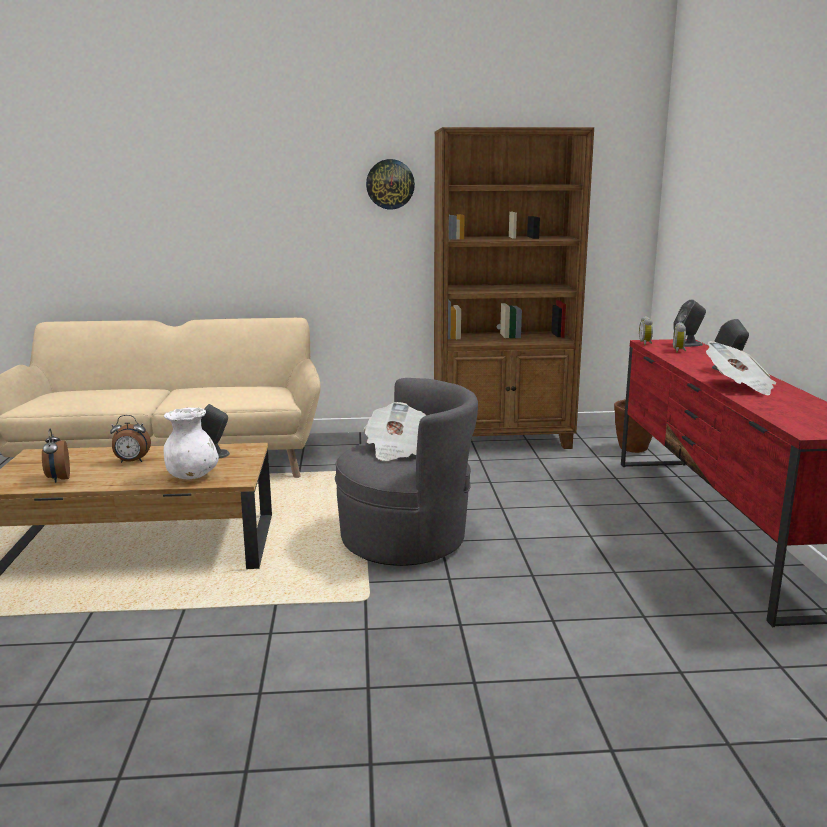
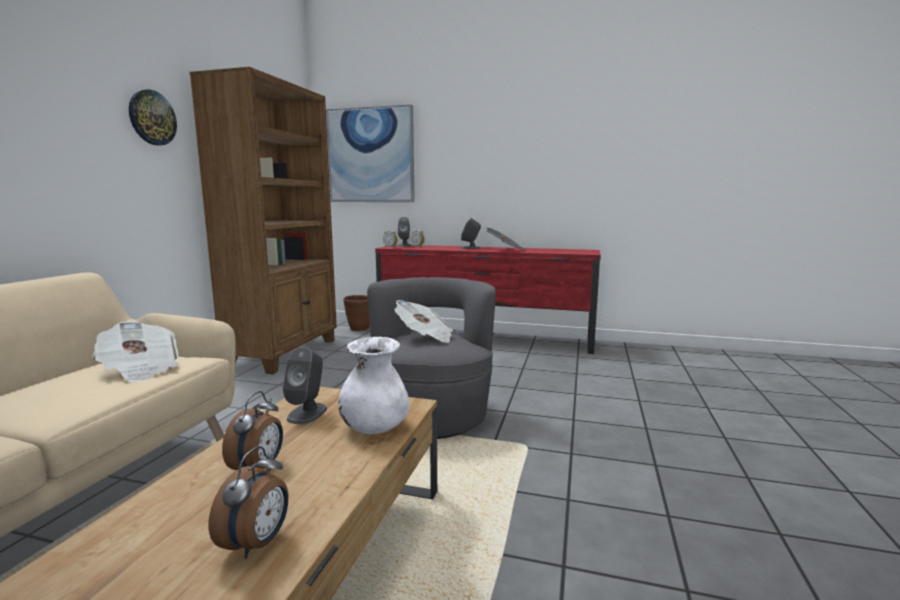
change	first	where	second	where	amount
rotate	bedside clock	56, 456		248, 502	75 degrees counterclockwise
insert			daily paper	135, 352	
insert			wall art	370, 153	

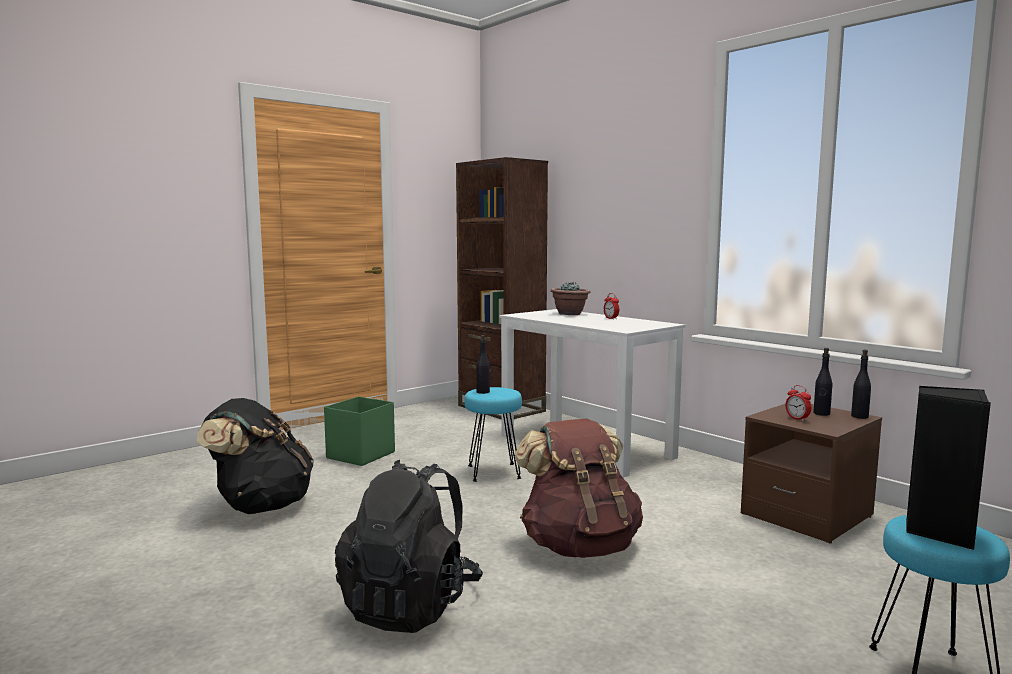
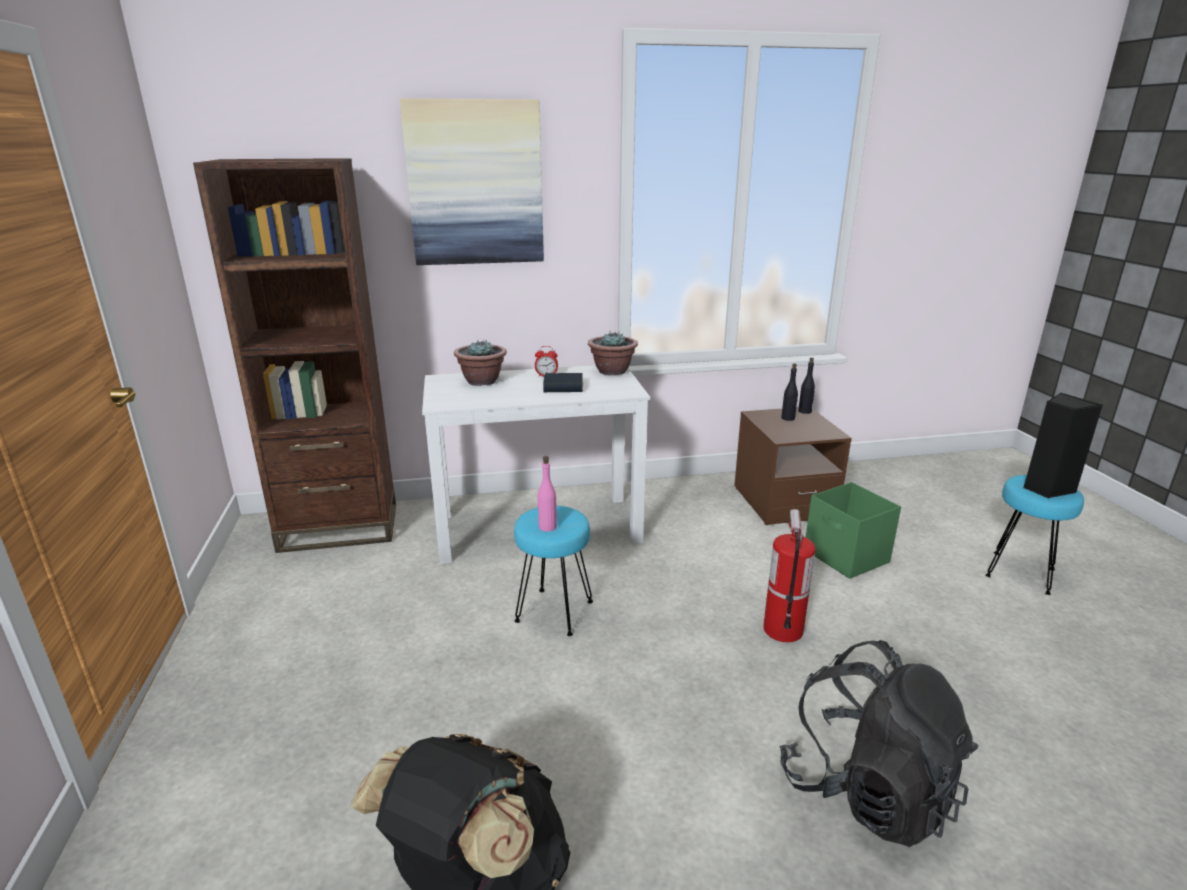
change	first	where	second	where	amount
move	green storage bin	359, 431		853, 530	
recolor	blackish beverage bottle	483, 364	pinkish beverage bottle	547, 494	
replace	brown-coloured backpack	579, 488	fire-fighting cylinder	789, 575	
delete	bedside clock	798, 403			
insert			wall art	472, 181	
insert			book	563, 382	
insert			houseplant	613, 353	

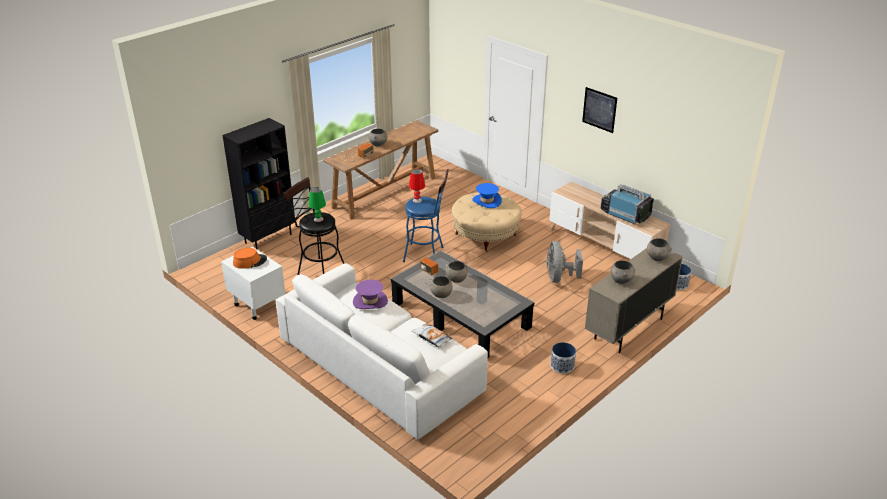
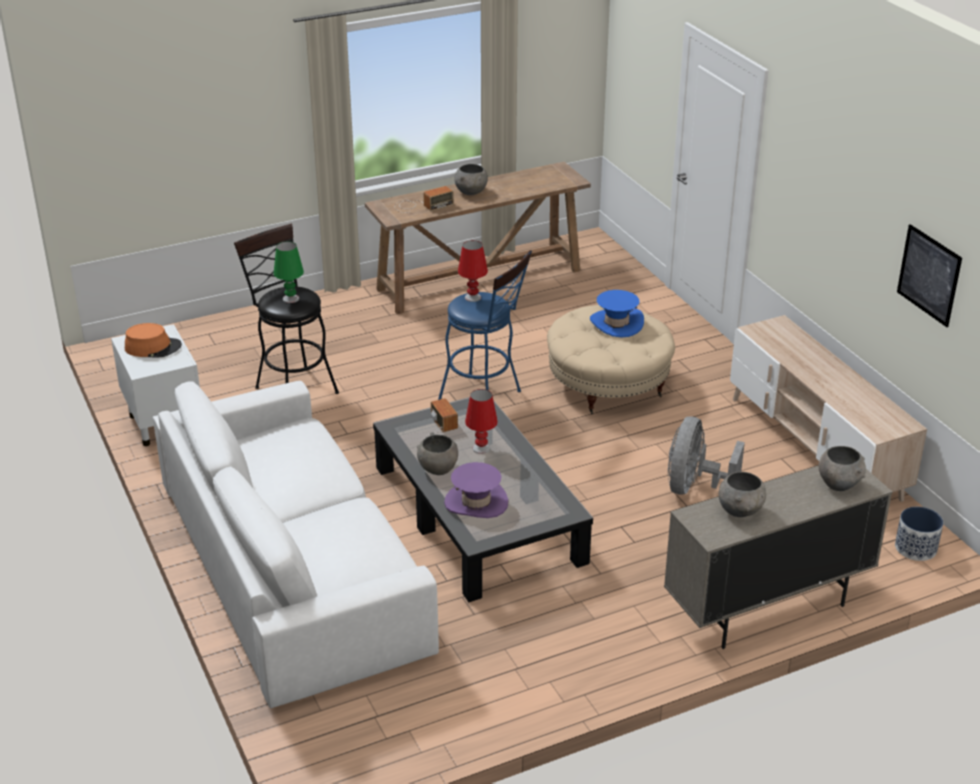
change	first	where	second	where	amount
delete	blackish bookcase	259, 184			
move	purple hat	370, 294		476, 490	
delete	throw pillow	432, 335			
replace	greyish serving bowl	457, 271	red-coloured tabletop lamp	481, 421	
delete	plant pot	563, 358			
move	wall art	599, 110		929, 275	
delete	television	627, 204			

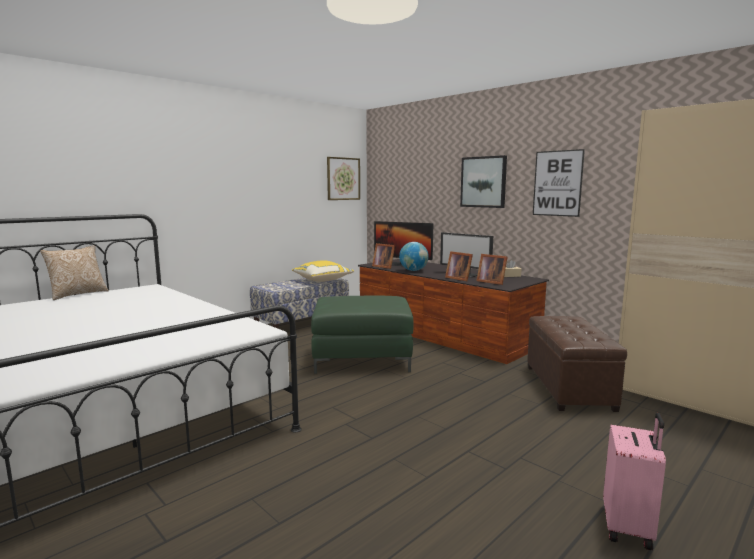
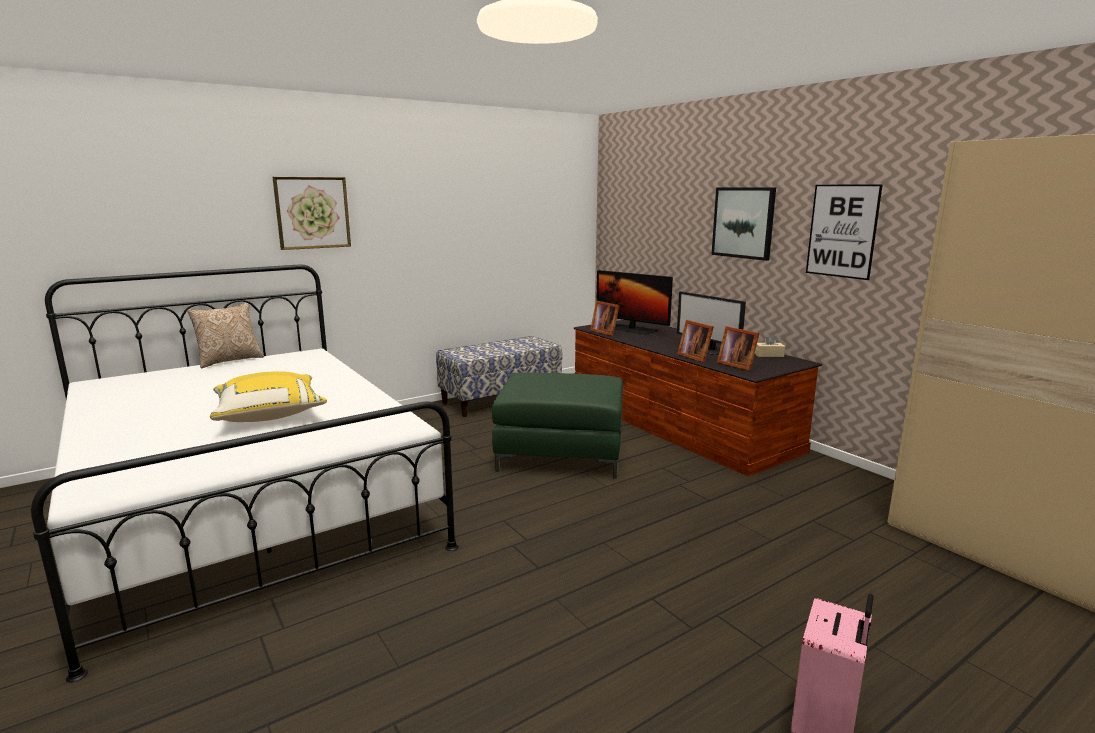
change	first	where	second	where	amount
move	yellow throw pillow	323, 271		268, 396	
move	wall art	343, 178		312, 213	
delete	globe	414, 256			
delete	brown-coloured ottoman	577, 364			

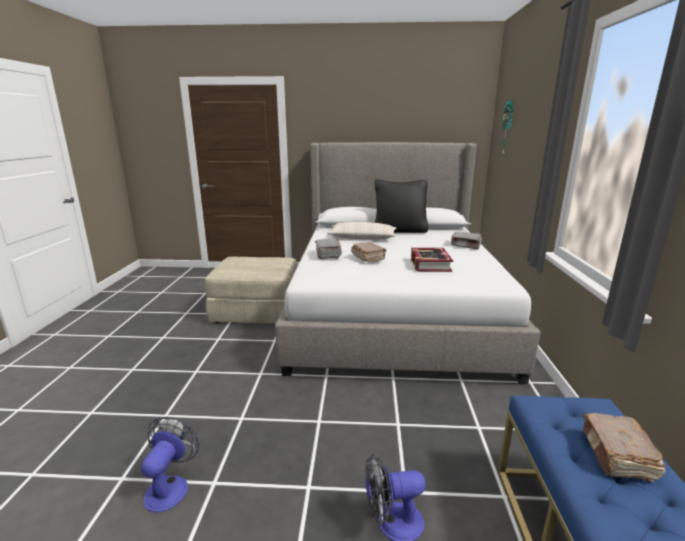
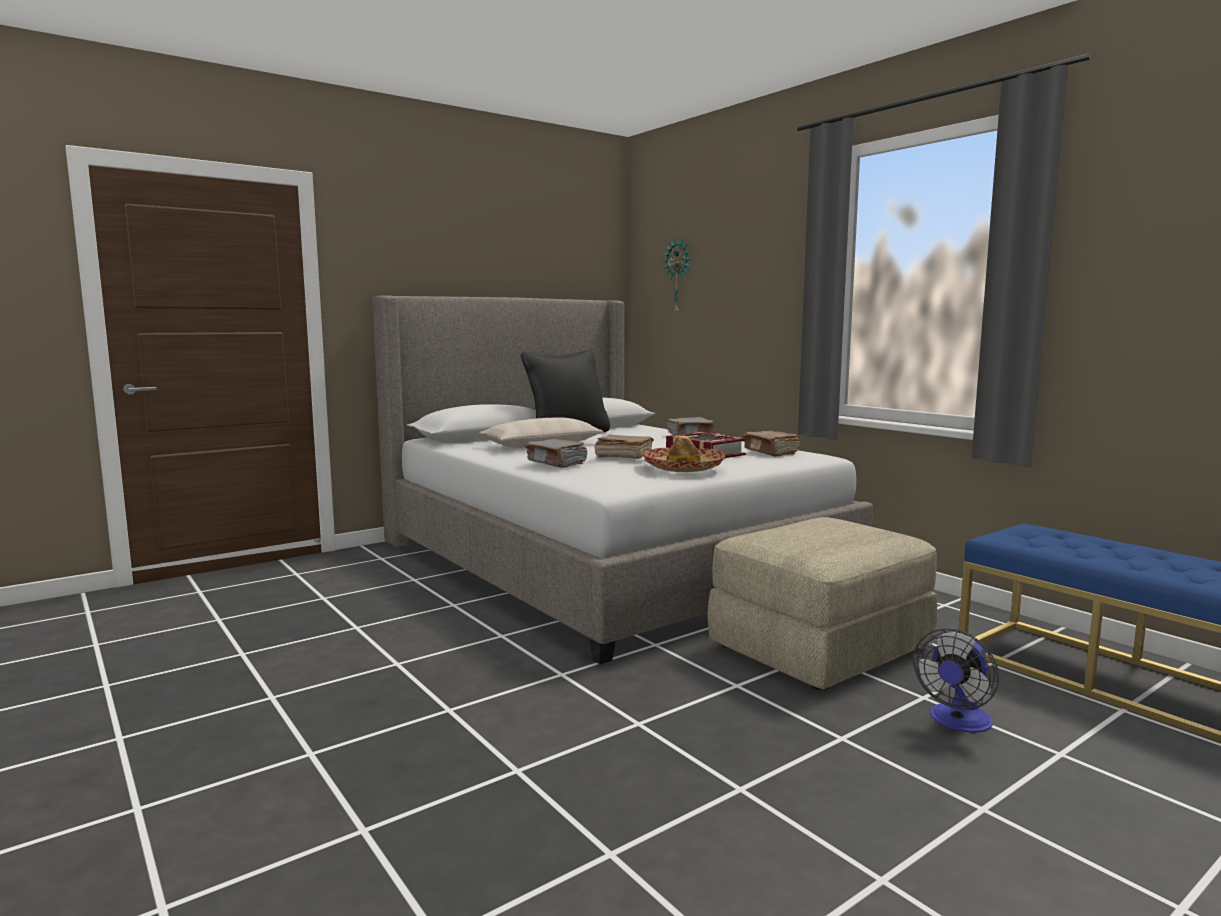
change	first	where	second	where	amount
delete	electric fan	170, 464			
move	beige-coloured ottoman	251, 290		822, 603	
move	brown-coloured book	624, 447		771, 443	
insert			hat	683, 454	

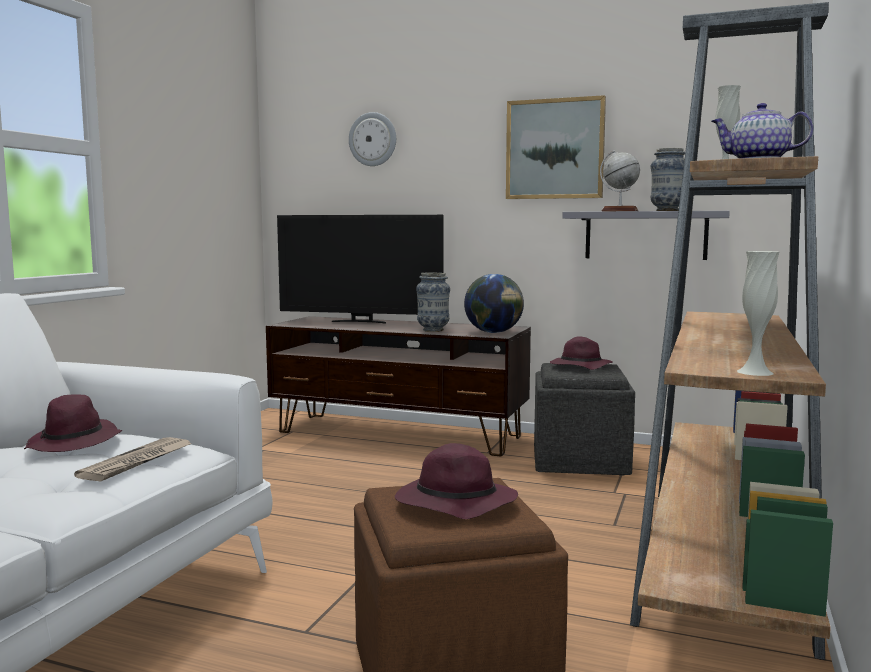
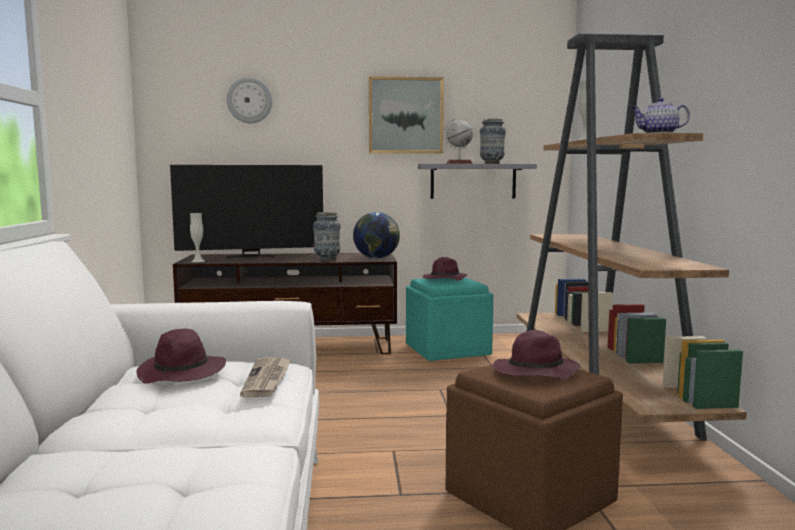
change	first	where	second	where	amount
recolor	greyish ottoman	584, 419	turquoise-coloured ottoman	449, 319	
move	whitish vase	758, 313		197, 237	

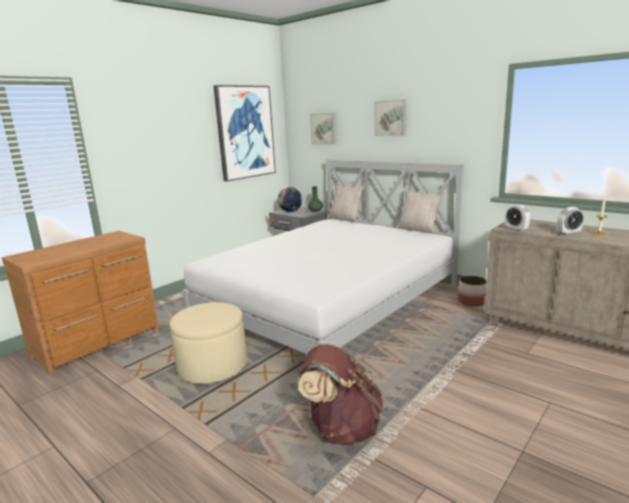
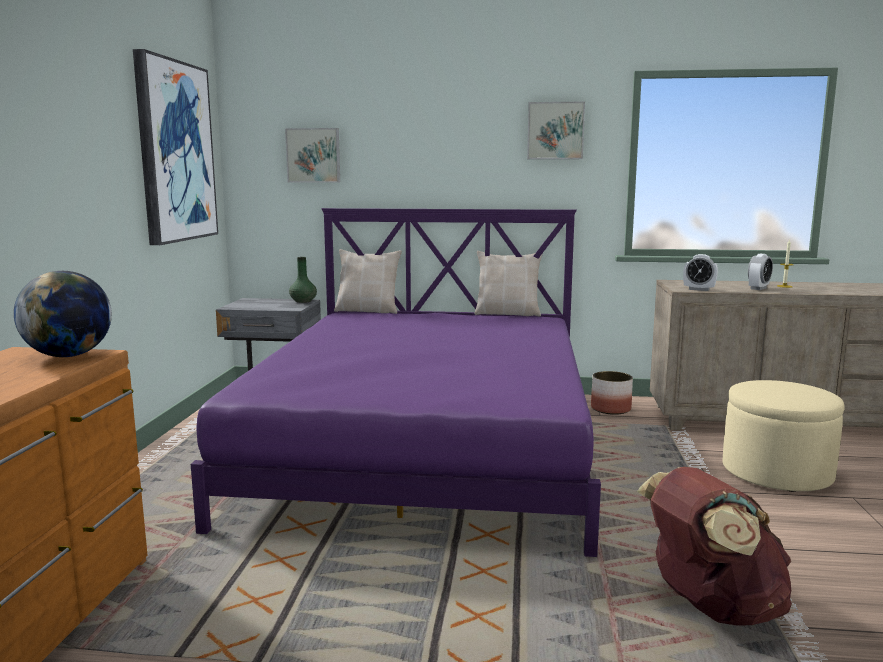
change	first	where	second	where	amount
move	beige-coloured ottoman	208, 343		784, 436	
recolor	whitish bedroom bed	323, 256	purple bedroom bed	396, 382	
move	globe	290, 199		63, 314	
move	wall art	390, 118		556, 130	

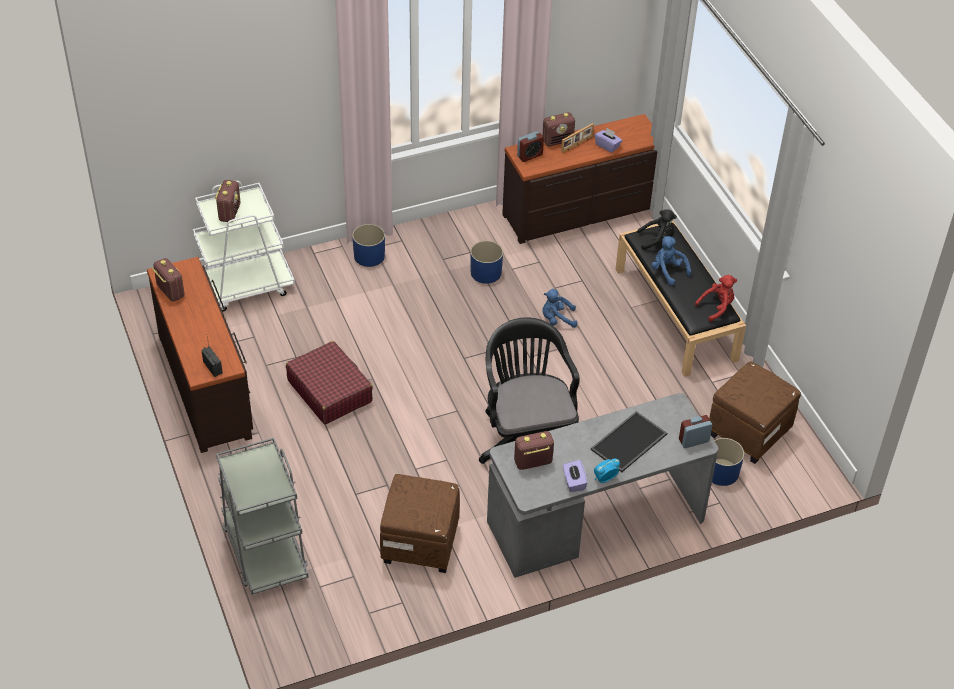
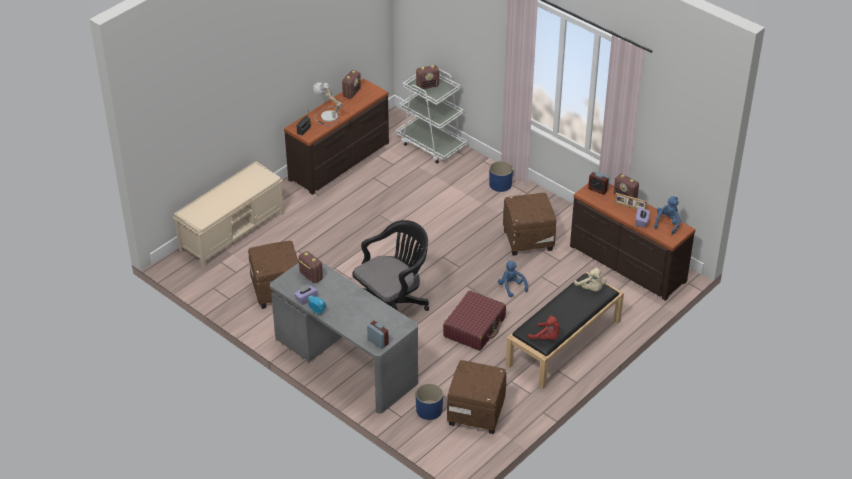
change	first	where	second	where	amount
replace	greyish cart	262, 516	beige-coloured bench	228, 214	
move	red-coloured piece of luggage	329, 382		474, 320	
replace	bluish plant pot	486, 262	brown-coloured ottoman	529, 224	
delete	carrying tray	629, 441			
recolor	blackish cuddly toy	657, 229	beige-coloured cuddly toy	590, 279	
move	bluish cuddly toy	671, 260		667, 215	
insert			tabletop lamp	328, 104	

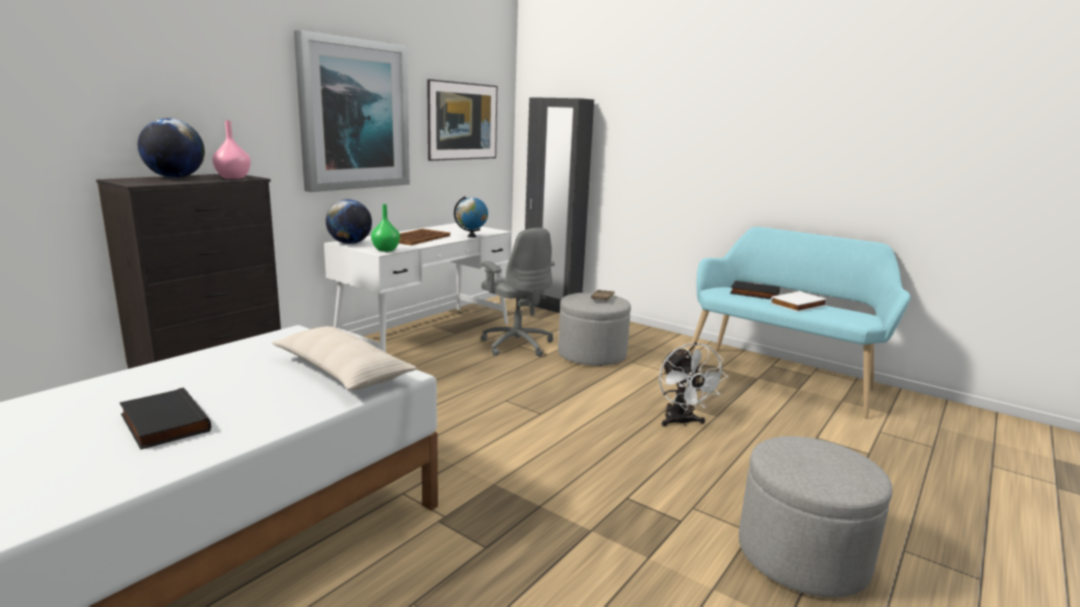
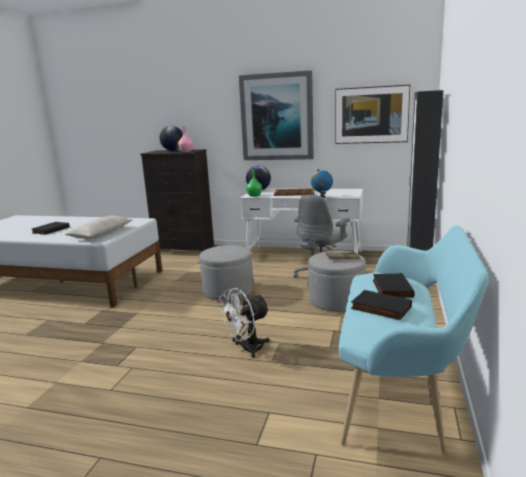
change	first	where	second	where	amount
move	greyish ottoman	815, 517		226, 273	
recolor	whitish book	799, 301	blackish book	381, 305	

